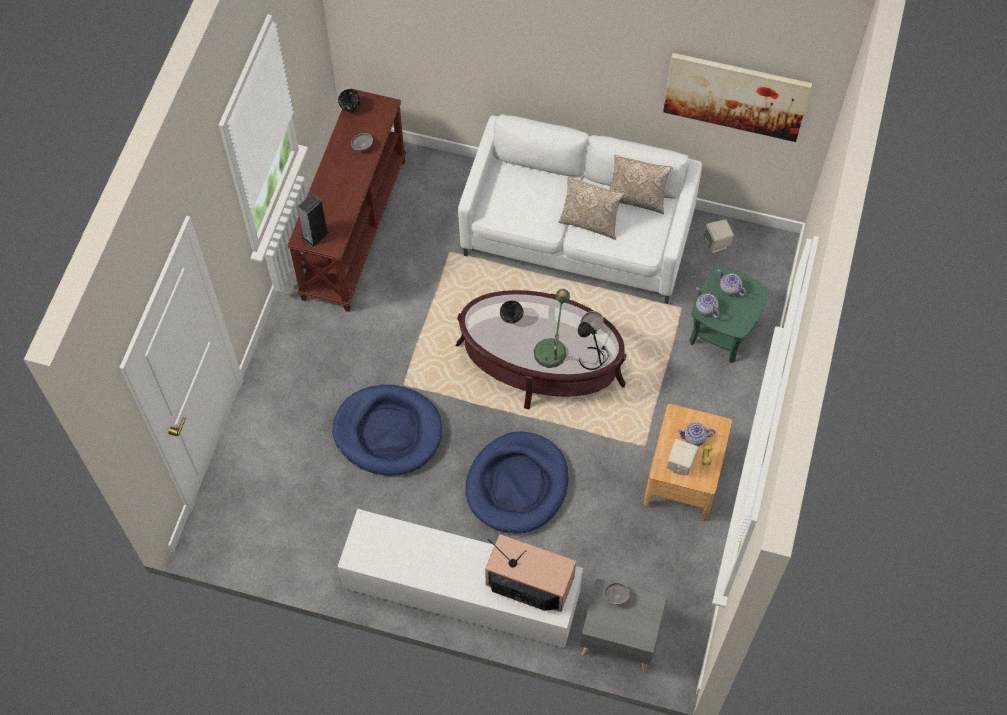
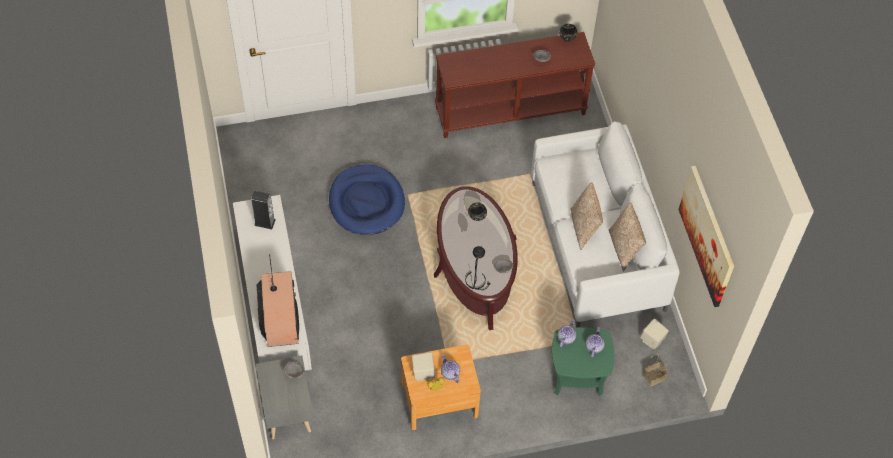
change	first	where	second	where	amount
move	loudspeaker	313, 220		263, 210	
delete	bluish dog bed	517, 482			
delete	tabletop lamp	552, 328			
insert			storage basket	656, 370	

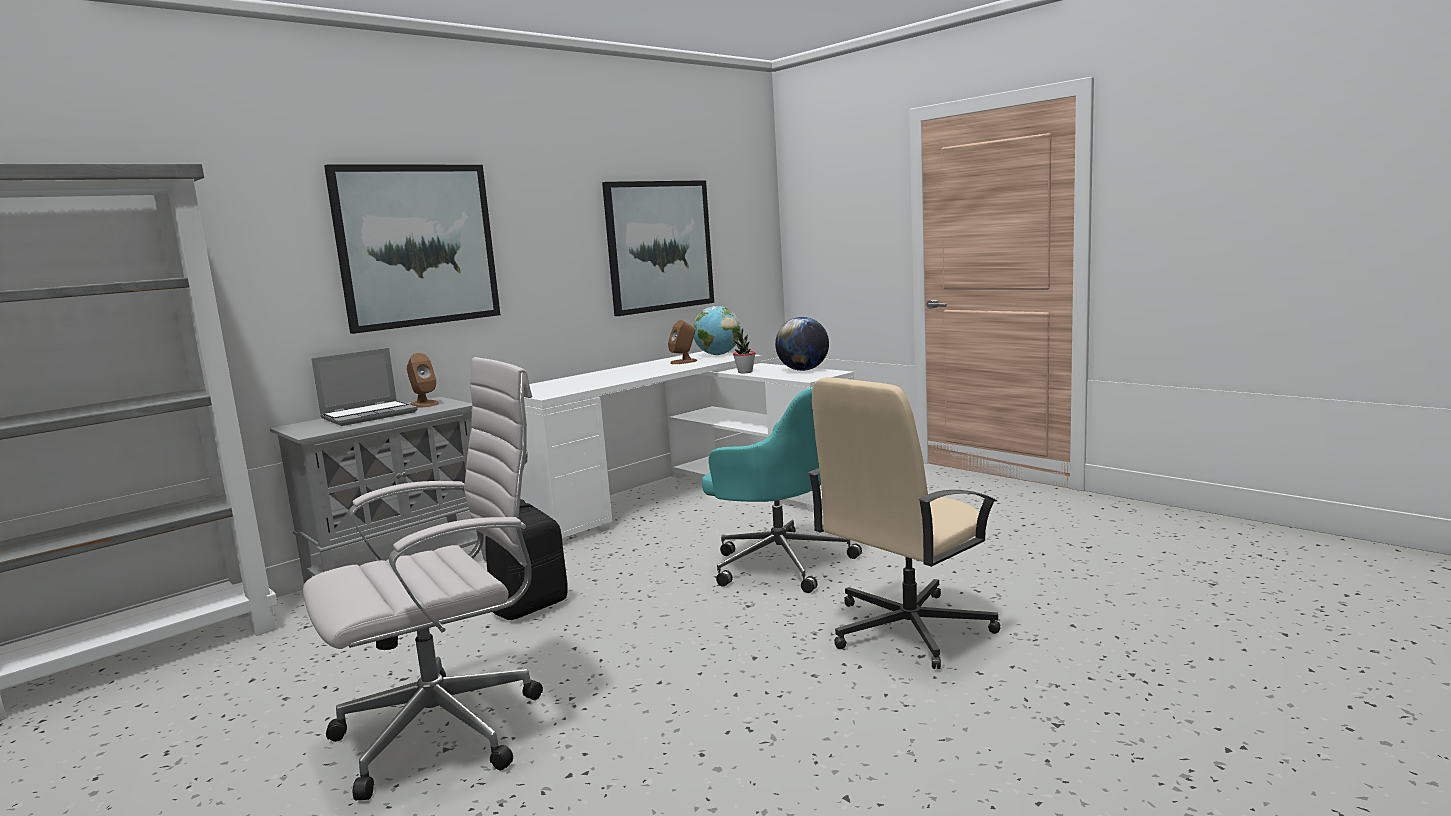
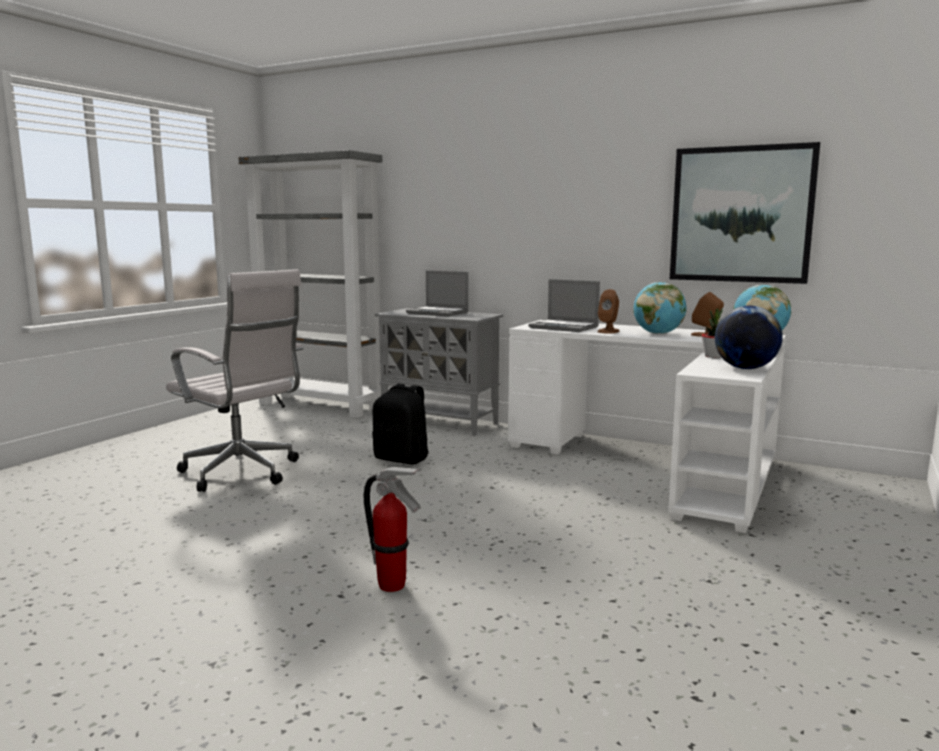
change	first	where	second	where	amount
delete	wall art	412, 249			
move	brown-coloured loudspeaker	423, 380		608, 311	
delete	turquoise-coloured computer chair	782, 490			
replace	beige-coloured computer chair	904, 523	fire-fighting cylinder	393, 529	
insert			laptop	564, 305	
insert			globe	660, 308	

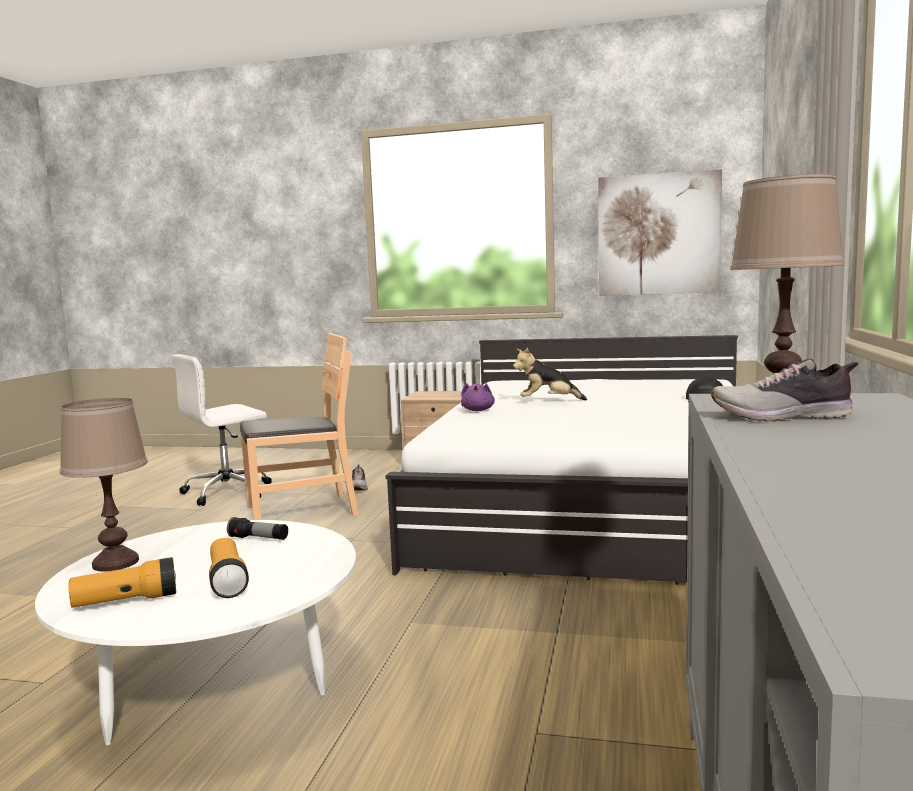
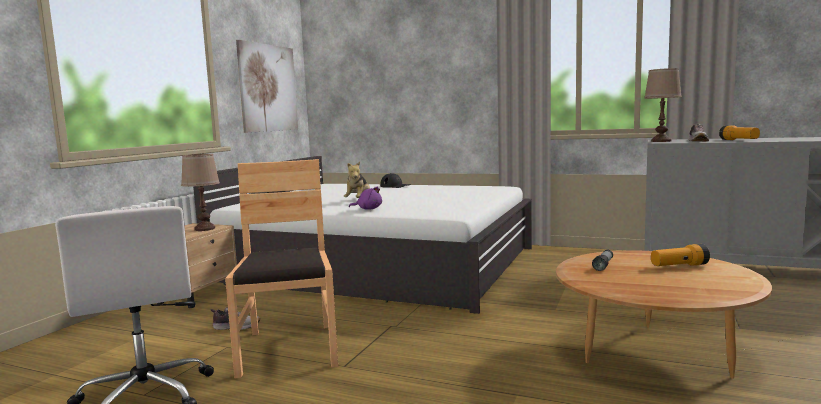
change	first	where	second	where	amount
recolor	whitish low table	195, 632	brown-coloured low table	664, 315	
move	brown-coloured tabletop lamp	104, 485		200, 192	
move	flashlight	122, 582		739, 132	

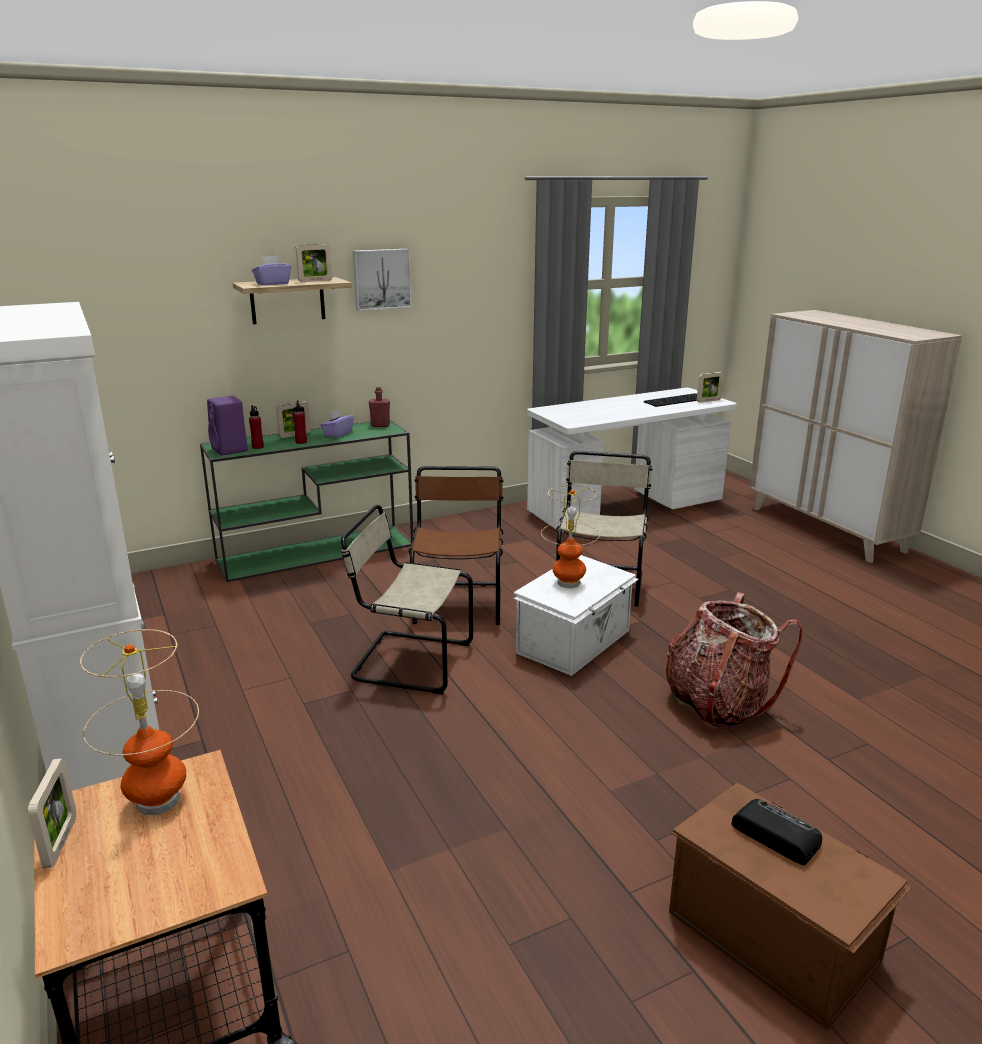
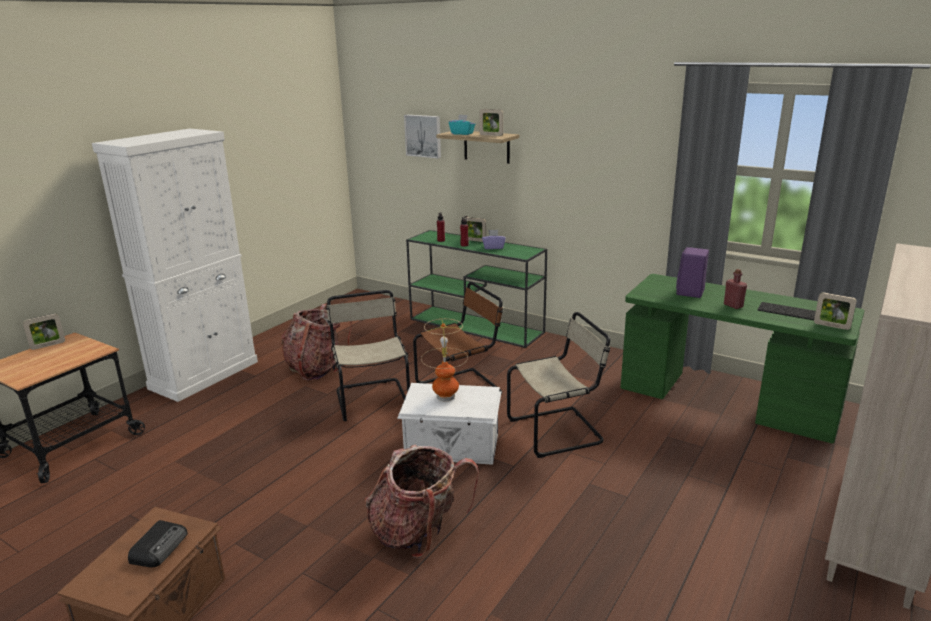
change	first	where	second	where	amount
delete	tabletop lamp	139, 722			
move	purple loudspeaker	227, 426		692, 272	
recolor	purple tissue box	271, 270	turquoise-coloured tissue box	462, 125	
move	wall art	382, 280		422, 136	
move	red-coloured beverage bottle	379, 407		735, 289	
recolor	whitish desk table	632, 460	green desk table	742, 359	
insert			backpack	316, 342	

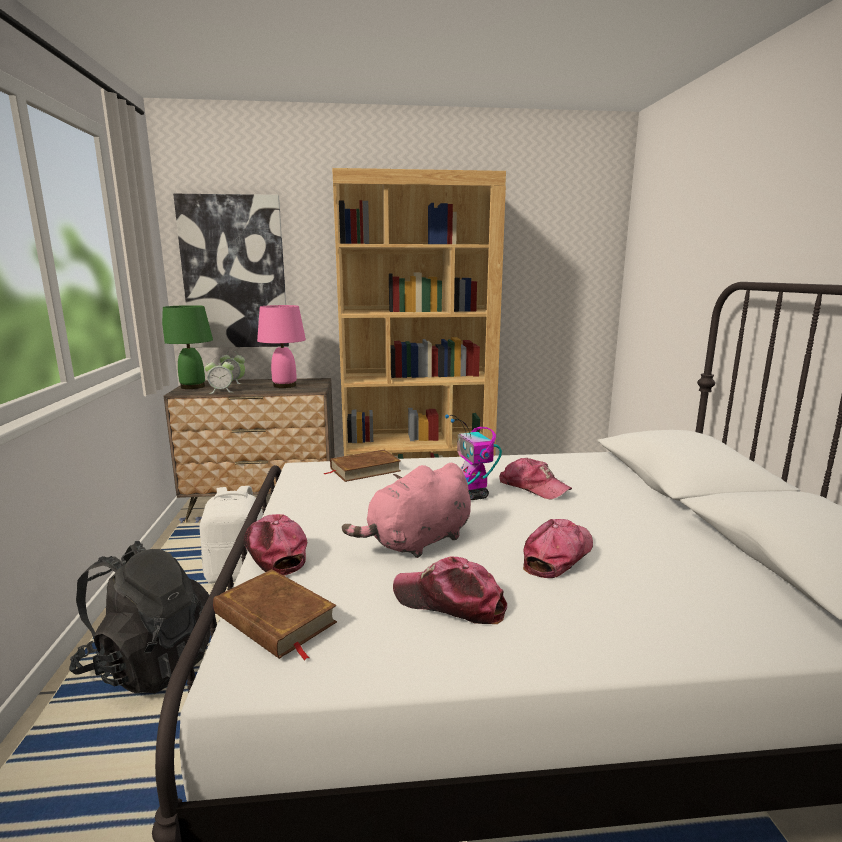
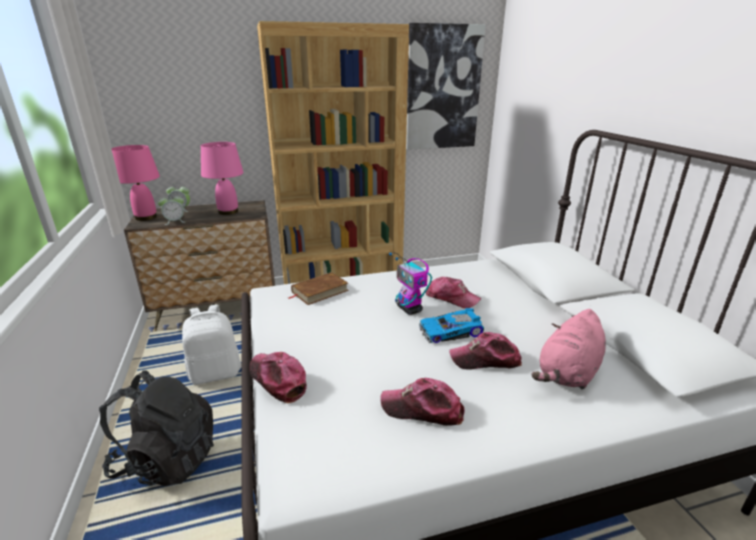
change	first	where	second	where	amount
recolor	green tabletop lamp	187, 347	pinkish tabletop lamp	135, 183	
move	wall art	231, 271		446, 86	
delete	brown-coloured book	275, 614			
move	pinkish cuddly toy	406, 510		569, 349	
rotate	baseball cap	558, 548		485, 351	120 degrees counterclockwise
insert			toy car	451, 325	

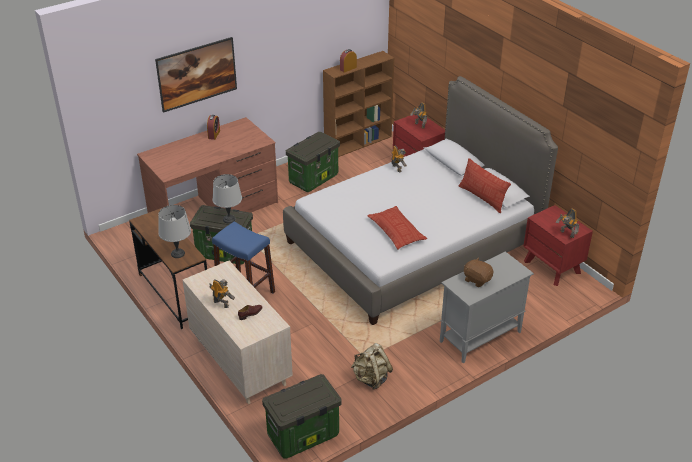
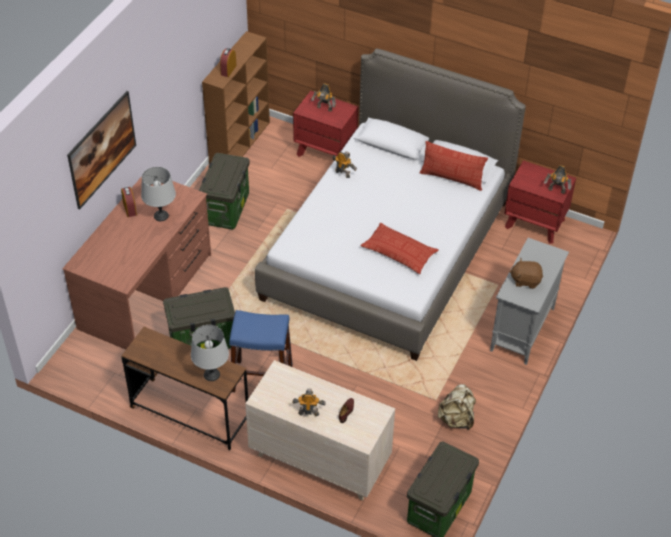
change	first	where	second	where	amount
move	greyish tabletop lamp	227, 198		158, 194	

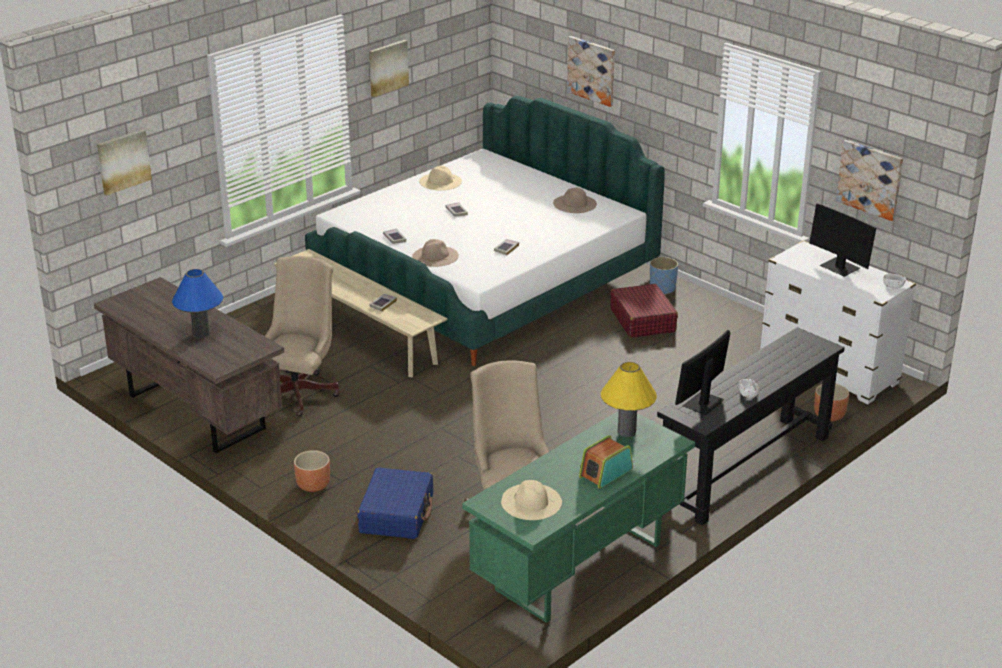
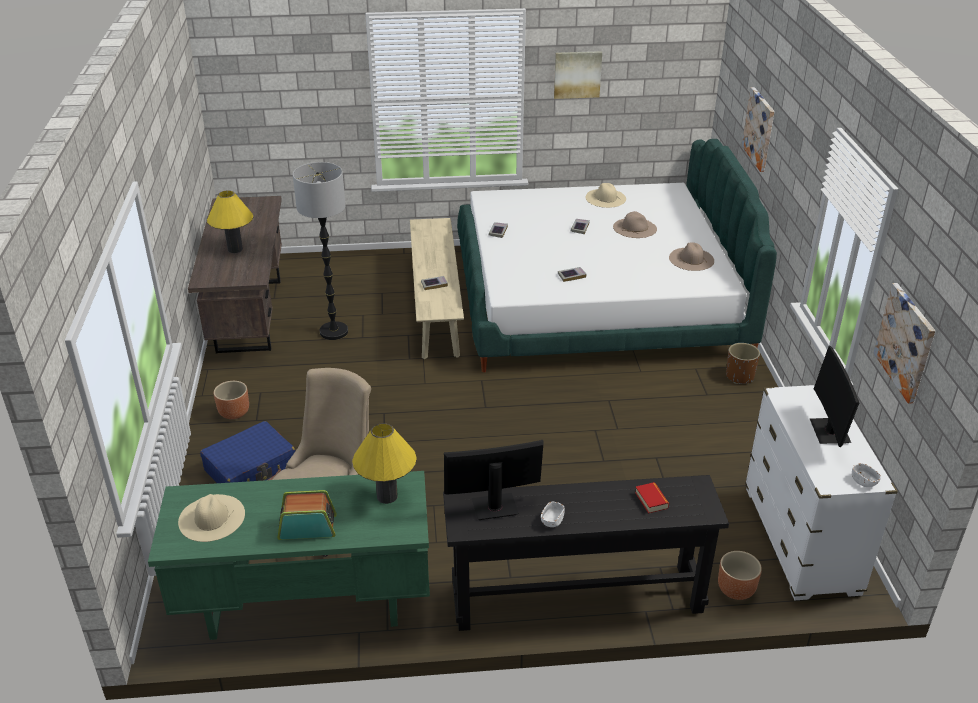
change	first	where	second	where	amount
delete	wall art	124, 162			
recolor	bluish tabletop lamp	197, 303	yellow tabletop lamp	230, 221	
replace	beige-coloured computer chair	302, 336	standing lamp	320, 251	
move	beige-coloured hat	435, 253		635, 224	
delete	red-coloured piece of luggage	644, 311			
recolor	bluish plant pot	664, 276	brown-coloured plant pot	743, 363	
insert			book	652, 498	

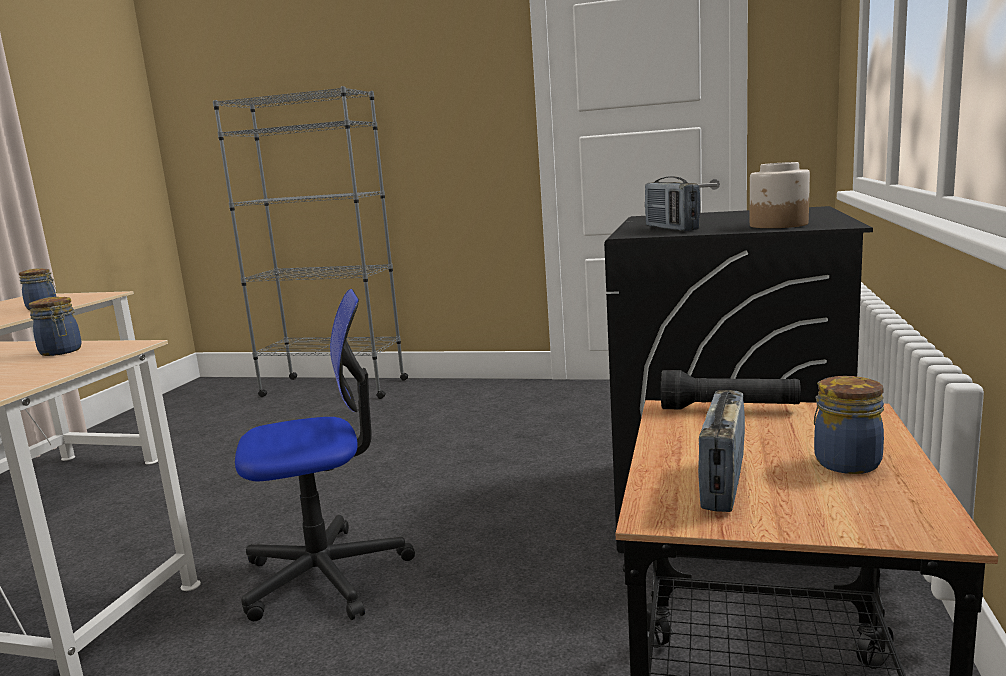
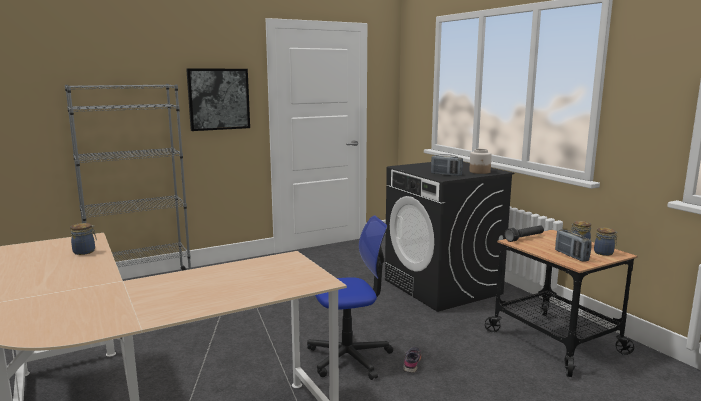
change	first	where	second	where	amount
move	jar	55, 326		606, 242	
rotate	computer chair	325, 455		350, 298	45 degrees clockwise
insert			wall art	218, 100	
insert			greyish item of footwear	412, 359	

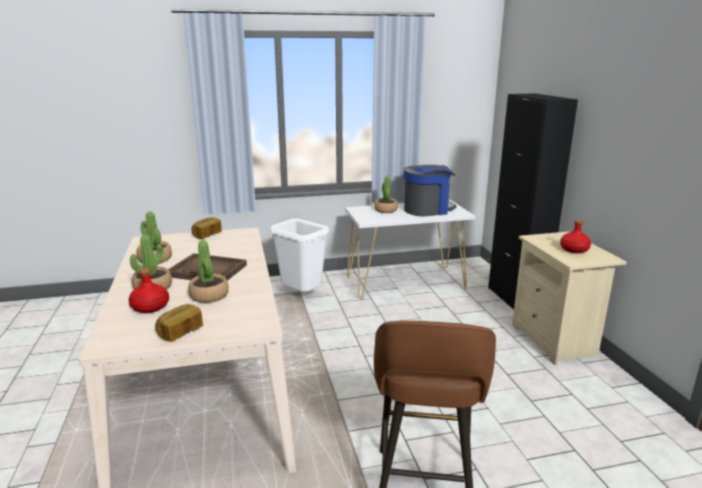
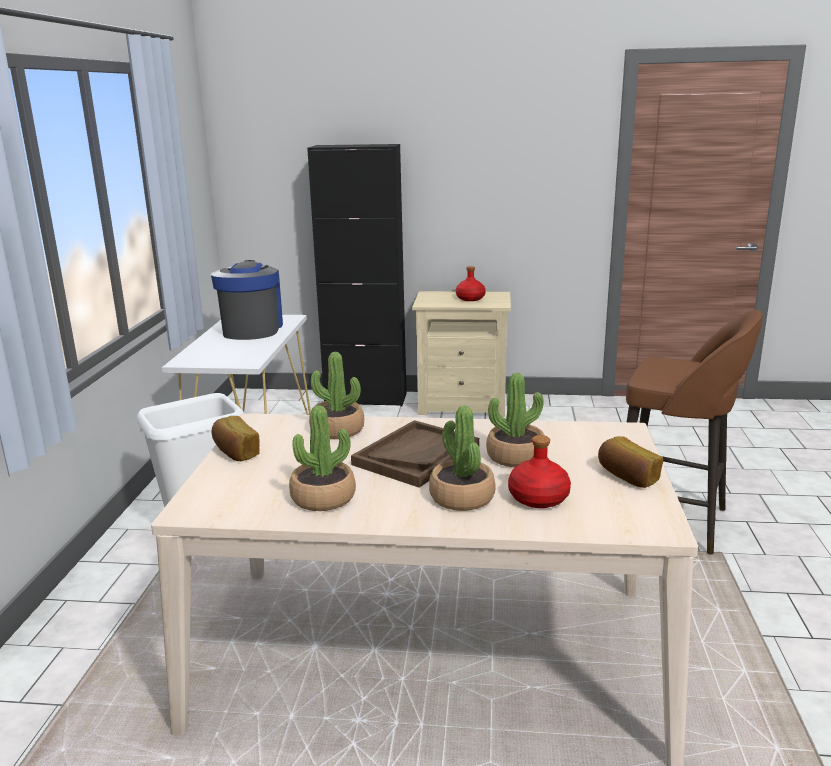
change	first	where	second	where	amount
move	houseplant	386, 194		336, 395	

